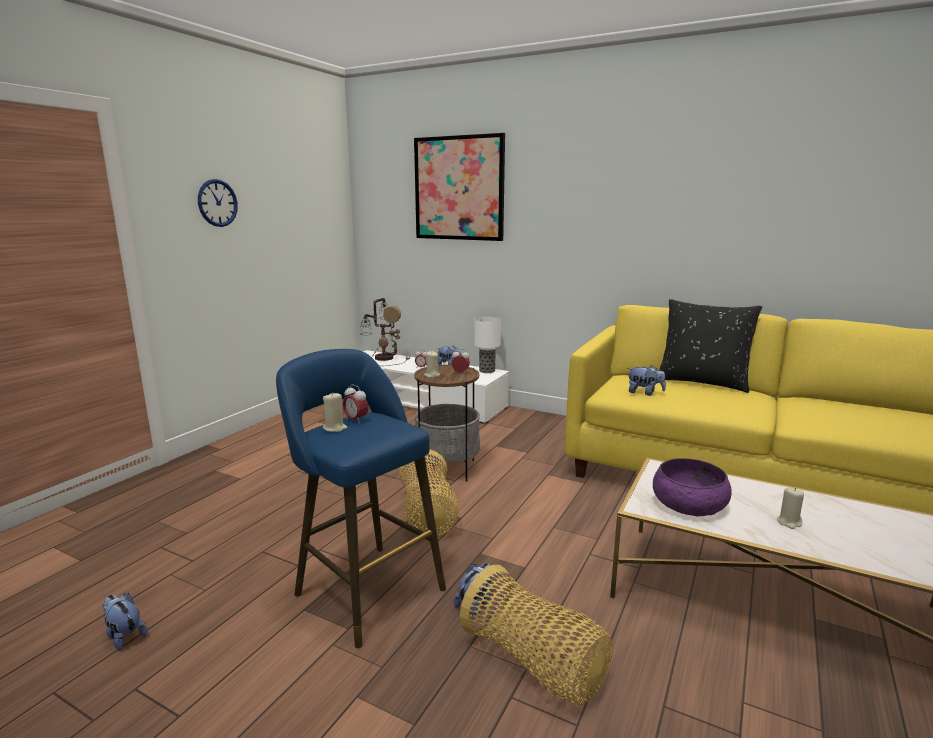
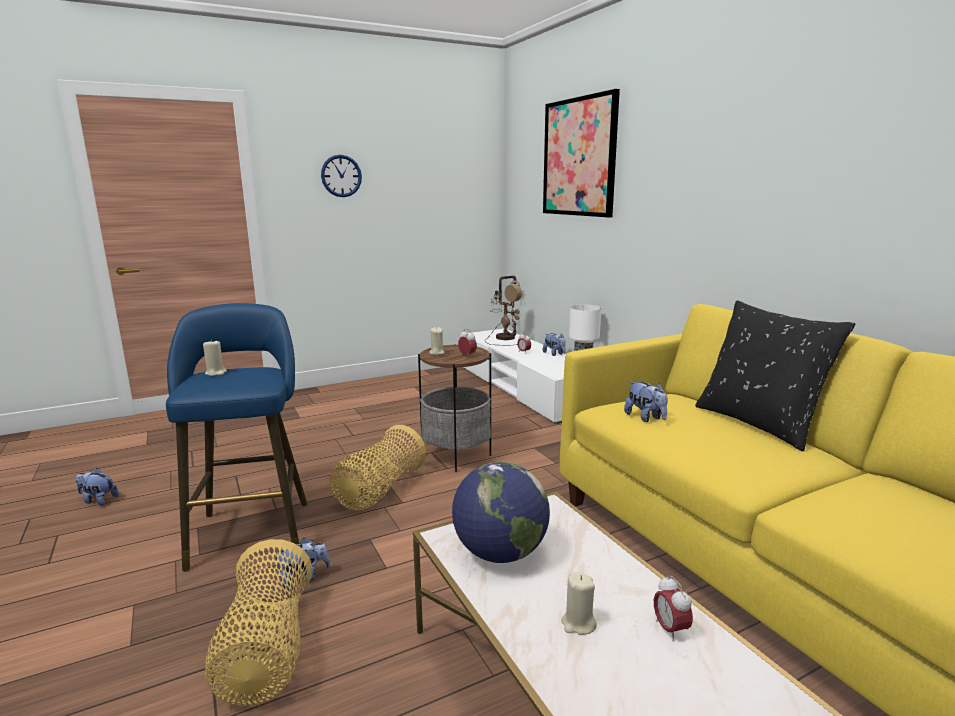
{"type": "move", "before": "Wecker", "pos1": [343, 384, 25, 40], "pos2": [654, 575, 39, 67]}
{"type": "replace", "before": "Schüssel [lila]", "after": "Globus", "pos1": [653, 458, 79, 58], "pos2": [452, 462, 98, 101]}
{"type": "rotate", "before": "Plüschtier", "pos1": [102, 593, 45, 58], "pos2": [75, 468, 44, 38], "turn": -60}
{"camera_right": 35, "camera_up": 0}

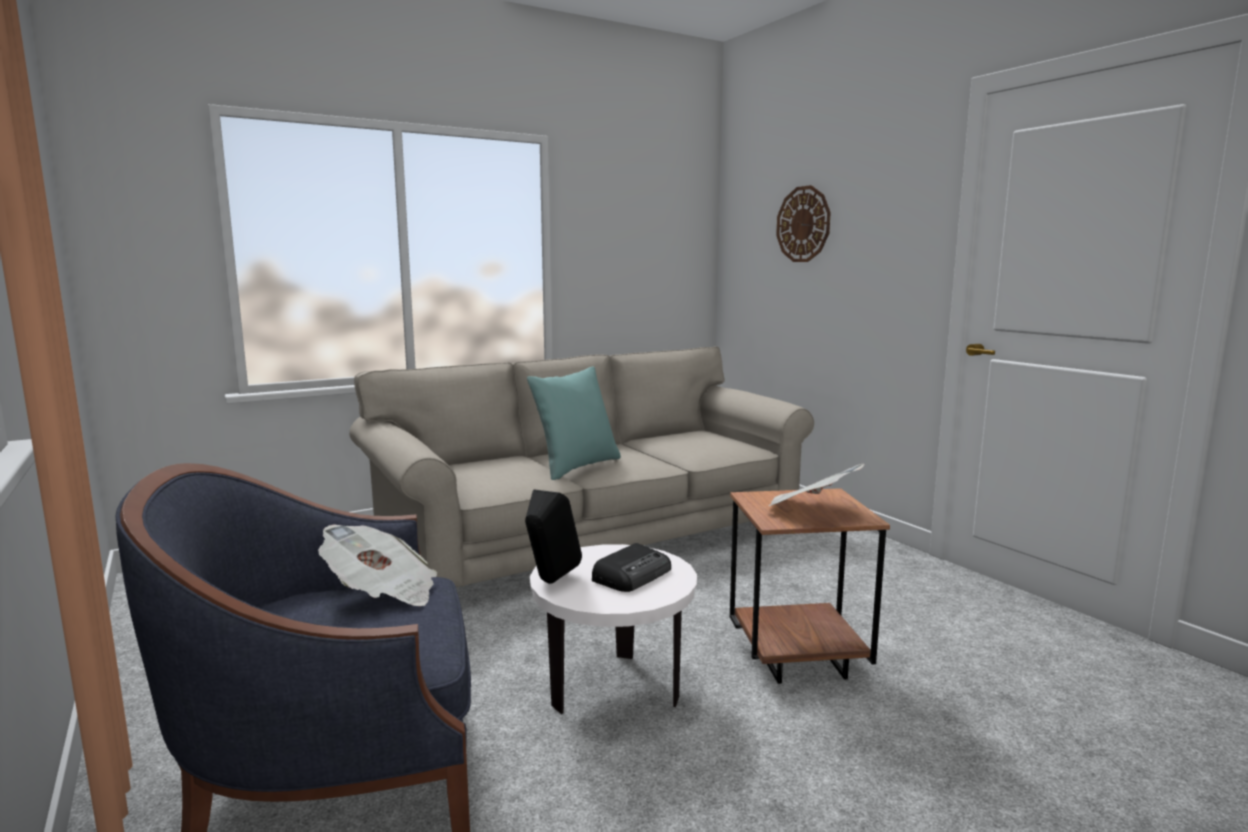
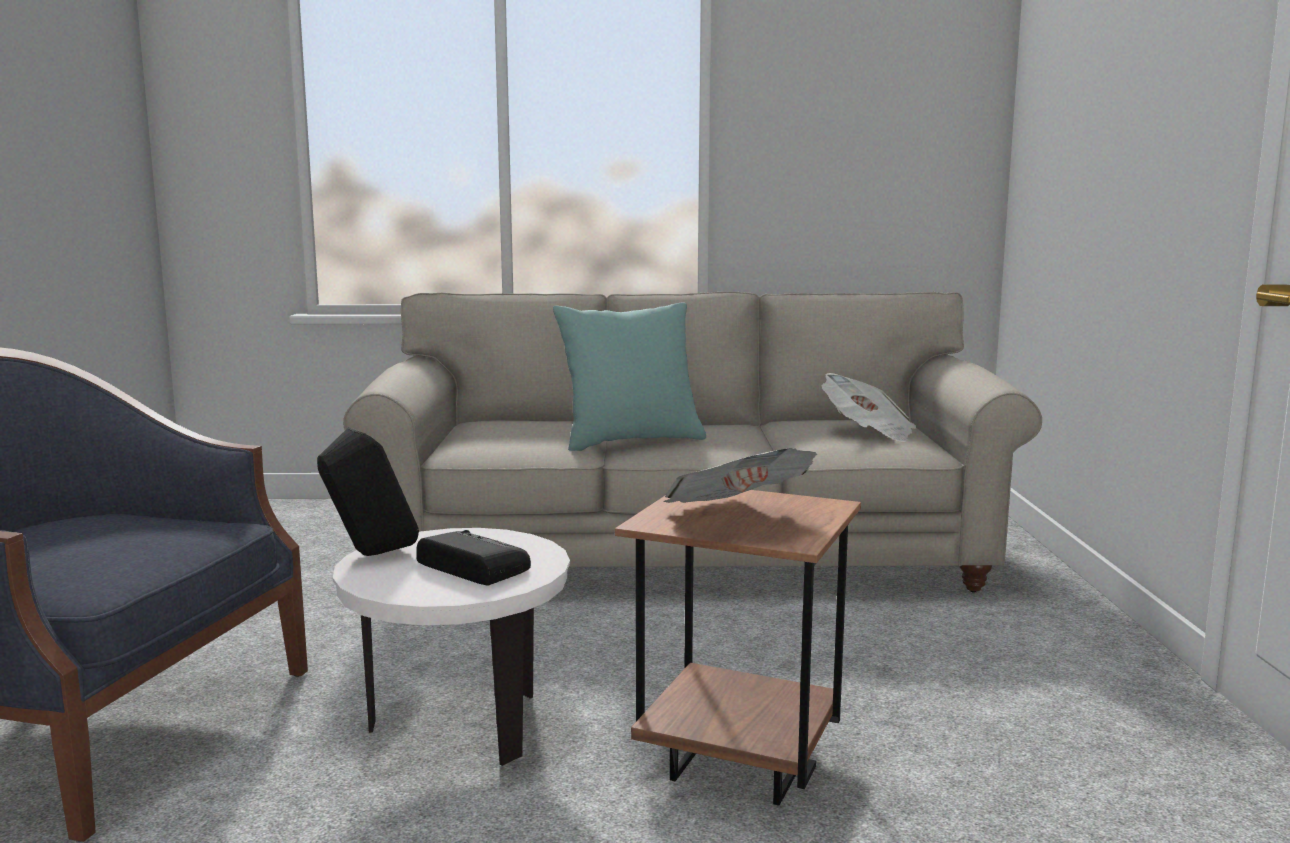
{"type": "delete", "before": "Wanduhr", "pos1": [776, 185, 55, 77]}
{"type": "move", "before": "Zeitung", "pos1": [318, 525, 119, 81], "pos2": [822, 373, 94, 69]}
{"type": "rotate", "before": "Radio", "pos1": [592, 543, 79, 49], "pos2": [416, 530, 115, 56], "turn": -120}
{"camera_right": 30, "camera_up": 0}

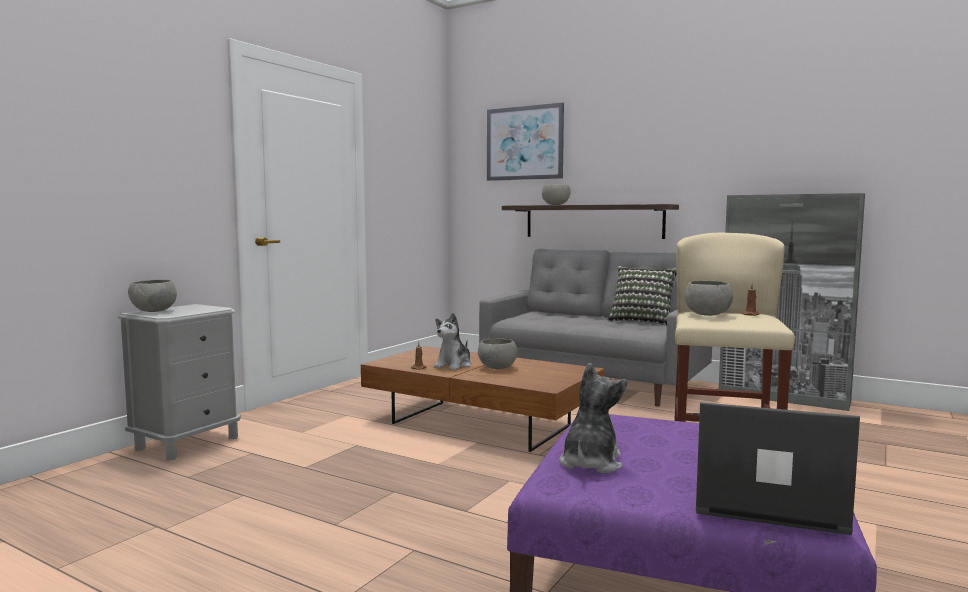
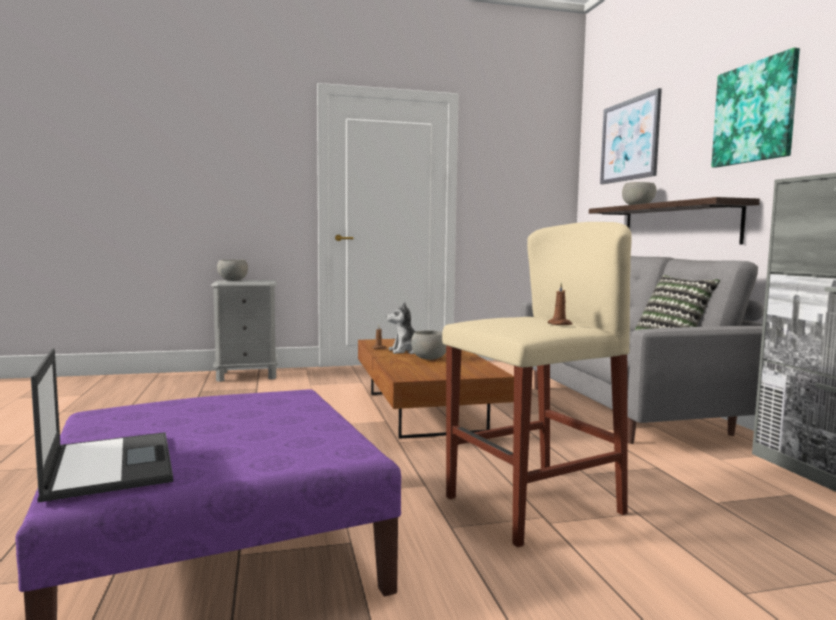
{"type": "delete", "before": "Plüschtier", "pos1": [559, 363, 68, 111]}
{"type": "delete", "before": "Schüssel [grau]", "pos1": [684, 281, 49, 35]}
{"type": "insert", "after": "Bild", "pos2": [711, 47, 89, 121]}
{"camera_right": 45, "camera_up": 0}

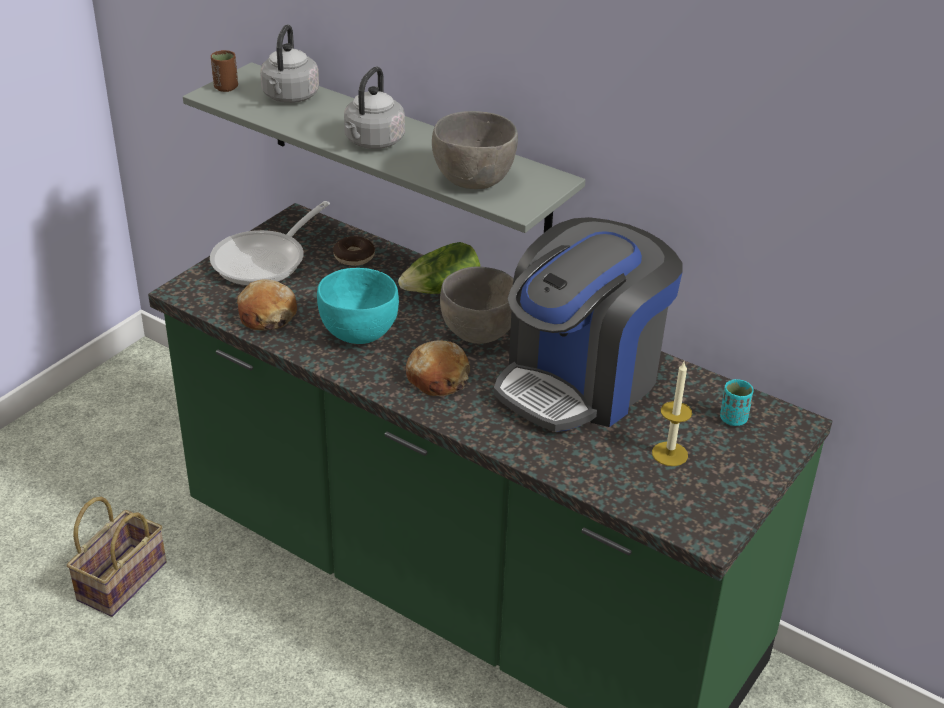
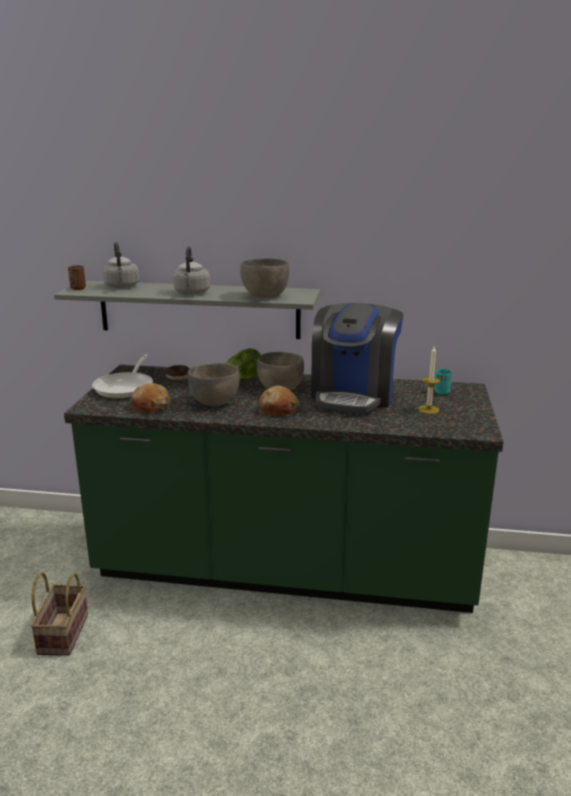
{"type": "recolor", "before": "Schüssel [türkis]", "after": "Schüssel [grau]", "pos1": [317, 268, 82, 76], "pos2": [187, 363, 53, 43]}
{"camera_right": -25, "camera_up": -15}

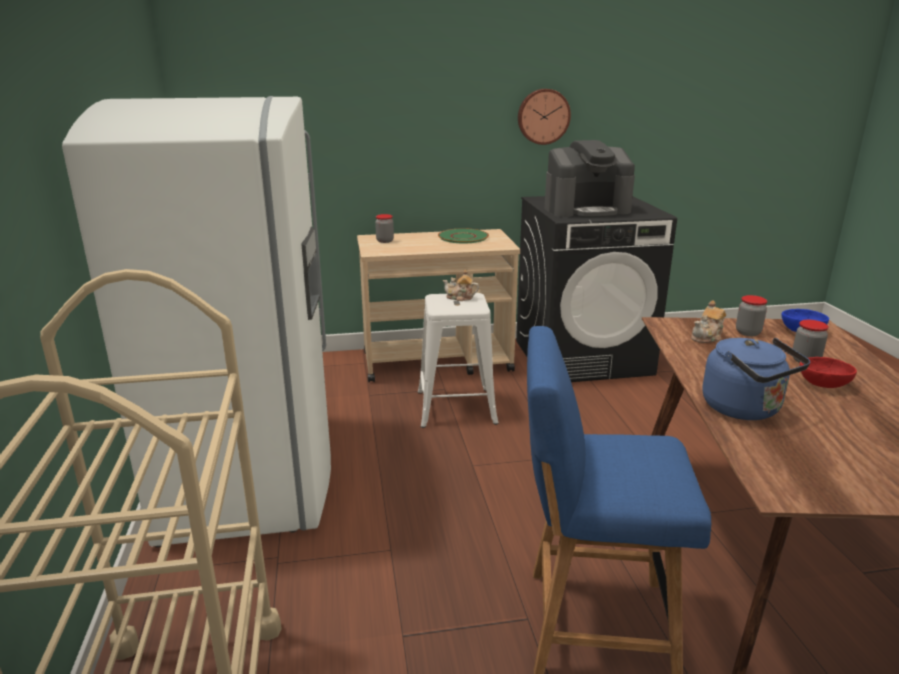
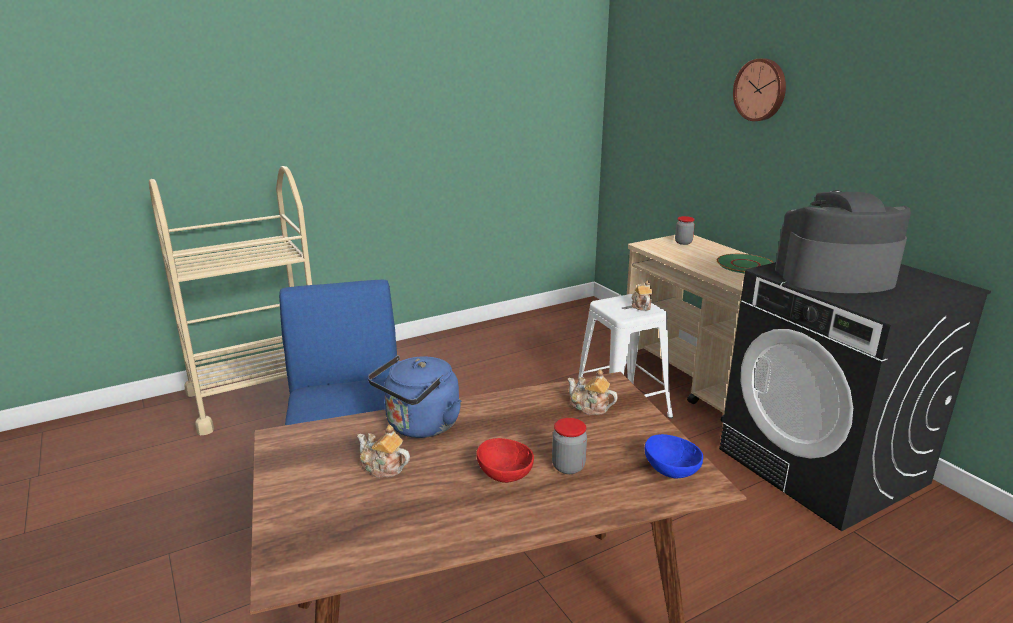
{"type": "delete", "before": "Kühlschrank [weiß]", "pos1": [62, 96, 269, 451]}
{"type": "delete", "before": "Vorratsglas", "pos1": [736, 295, 31, 41]}
{"type": "insert", "after": "Teekanne", "pos2": [357, 424, 53, 54]}
{"type": "move", "before": "Wanduhr", "pos1": [518, 89, 53, 56], "pos2": [733, 58, 53, 63]}
{"type": "rotate", "before": "Kaffeemaschine", "pos1": [544, 140, 91, 78], "pos2": [775, 191, 136, 102], "turn": 120}
{"camera_right": 70, "camera_up": 0}

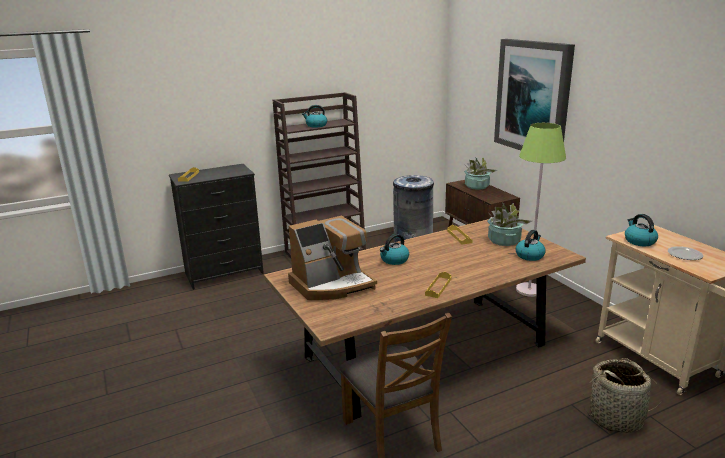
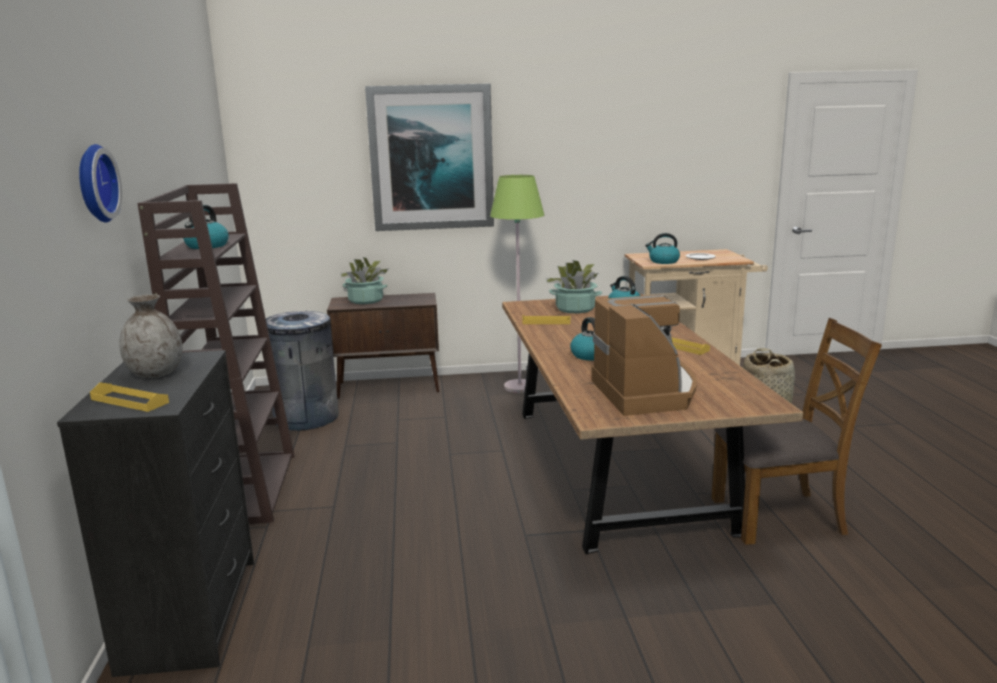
{"type": "insert", "after": "Wanduhr", "pos2": [79, 144, 43, 79]}
{"type": "insert", "after": "Vase [grau]", "pos2": [119, 294, 63, 84]}
{"camera_right": -70, "camera_up": -5}

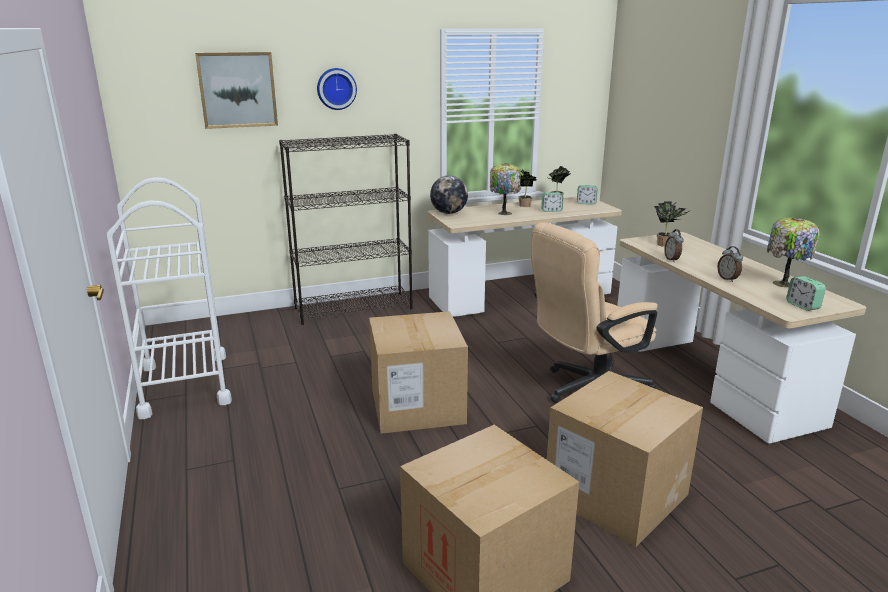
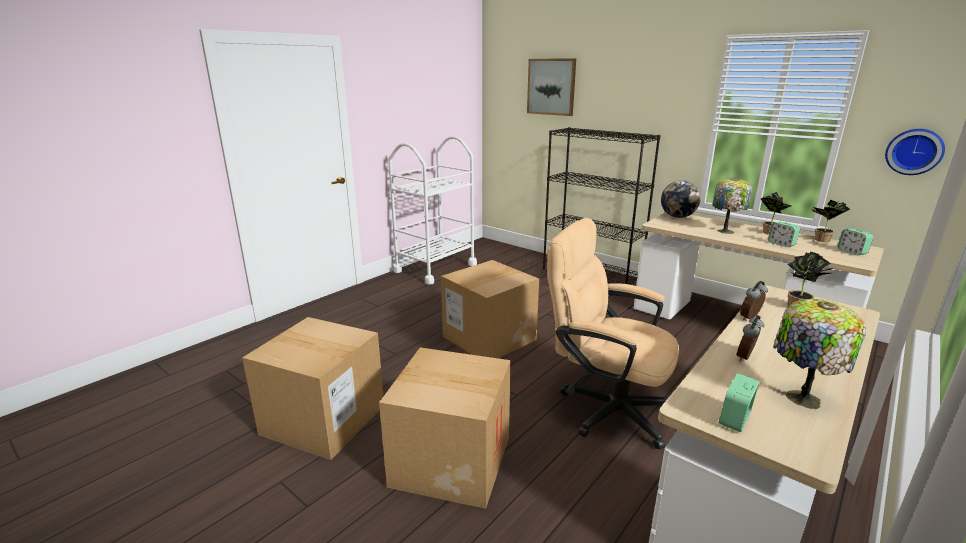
{"type": "move", "before": "Wanduhr", "pos1": [317, 68, 40, 42], "pos2": [885, 129, 60, 46]}
{"camera_right": 60, "camera_up": 0}

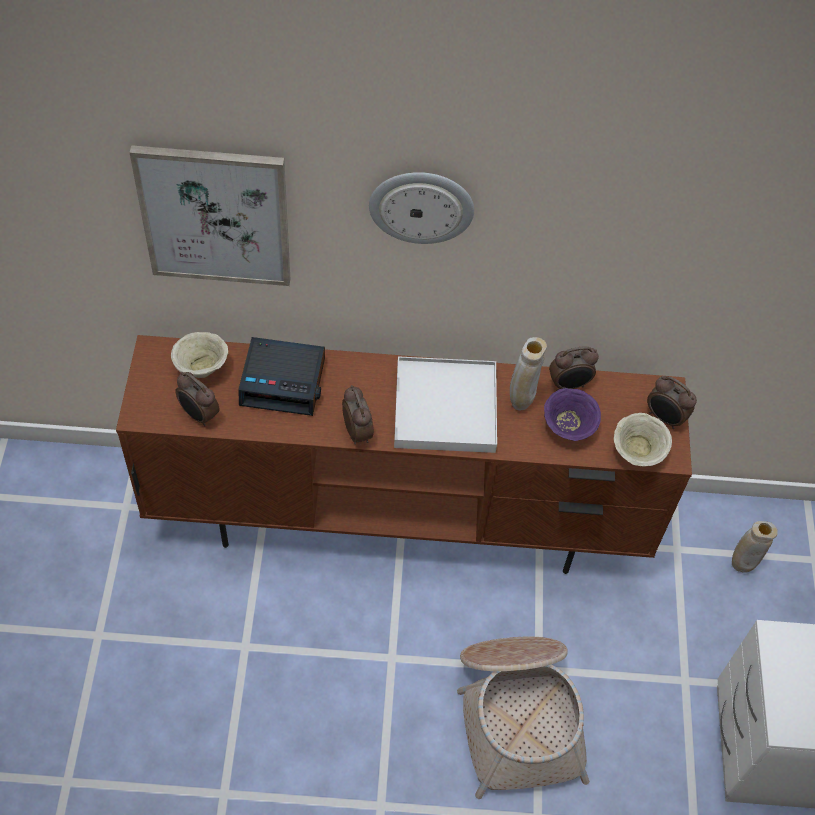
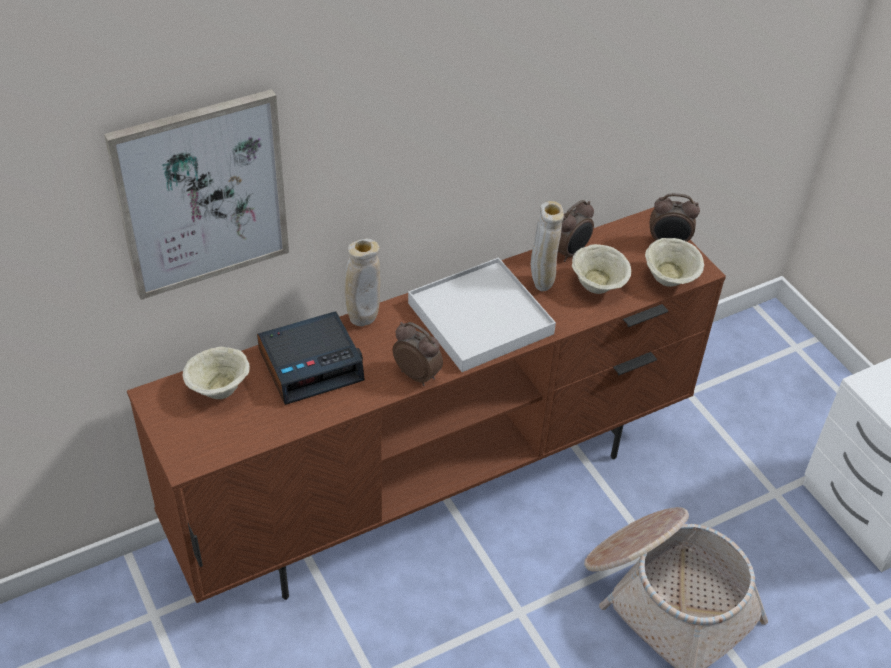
{"type": "delete", "before": "Wecker", "pos1": [175, 372, 45, 55]}
{"type": "delete", "before": "Wanduhr", "pos1": [369, 172, 105, 72]}
{"type": "move", "before": "Vase [beige]", "pos1": [732, 521, 46, 52], "pos2": [345, 239, 35, 87]}
{"type": "recolor", "before": "Schüssel [lila]", "after": "Schüssel [beige]", "pos1": [544, 388, 57, 53], "pos2": [572, 244, 59, 50]}
{"camera_right": -30, "camera_up": -10}

